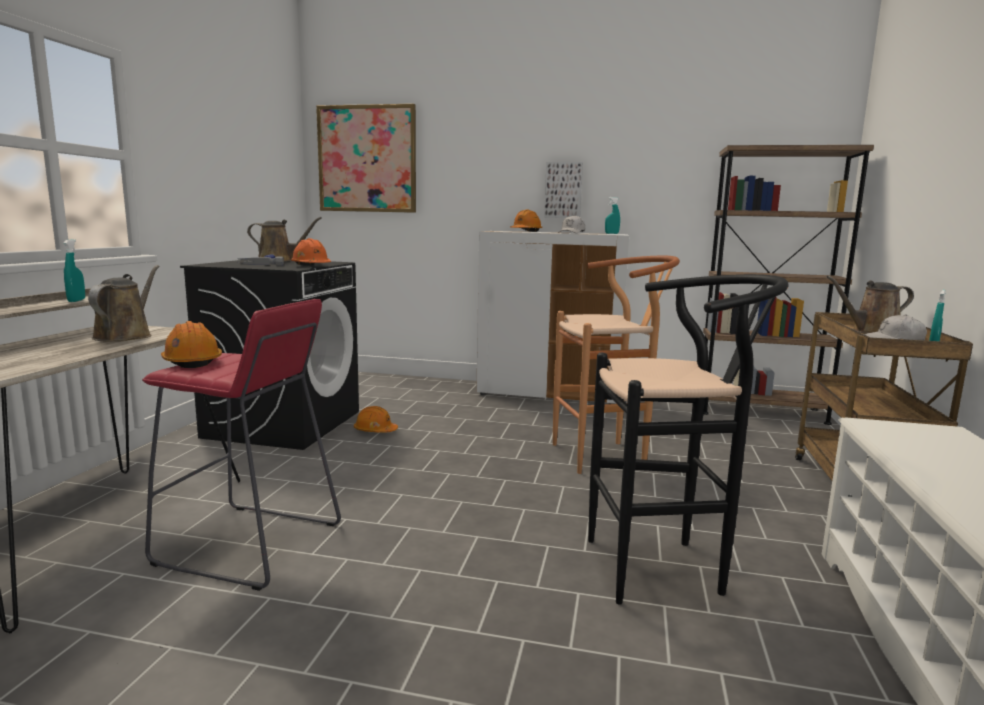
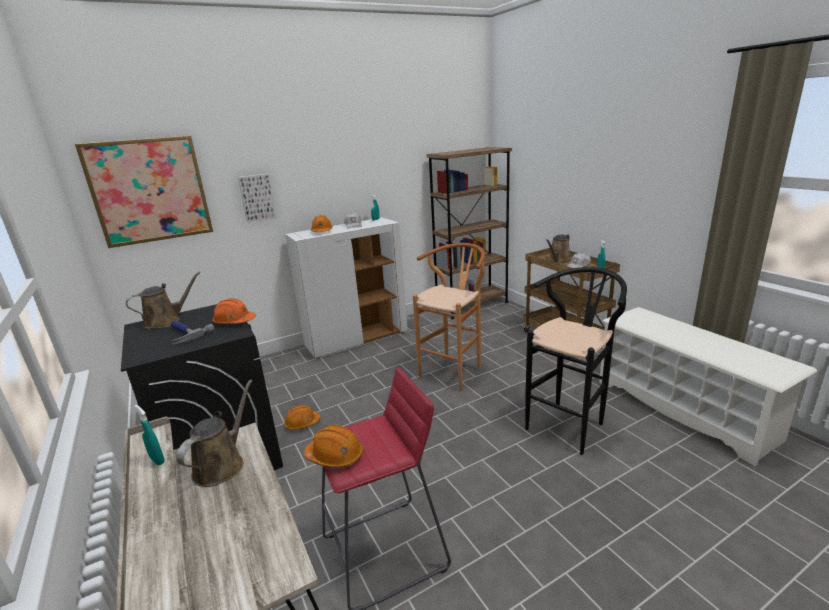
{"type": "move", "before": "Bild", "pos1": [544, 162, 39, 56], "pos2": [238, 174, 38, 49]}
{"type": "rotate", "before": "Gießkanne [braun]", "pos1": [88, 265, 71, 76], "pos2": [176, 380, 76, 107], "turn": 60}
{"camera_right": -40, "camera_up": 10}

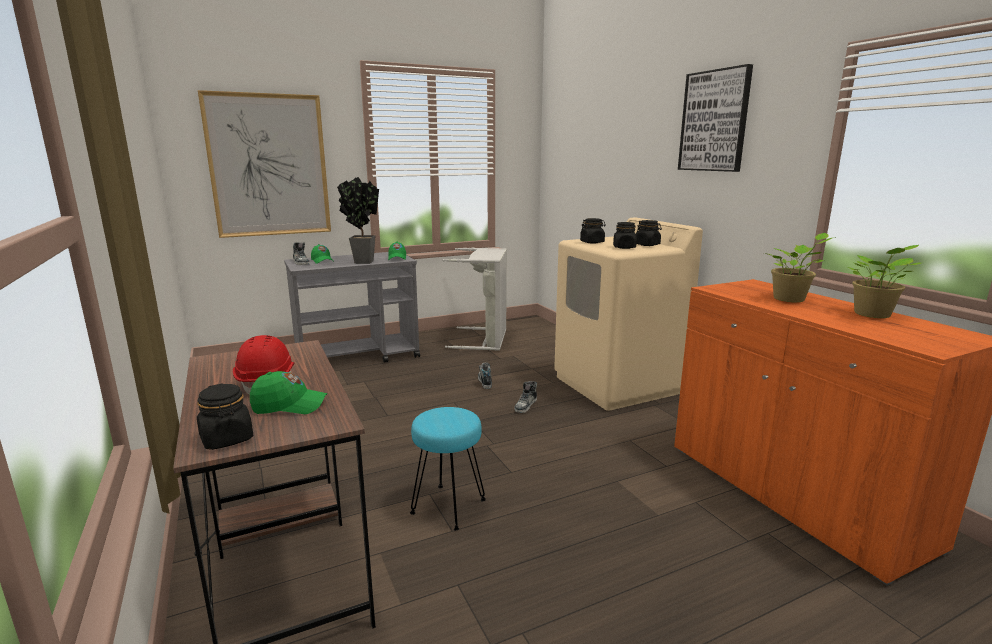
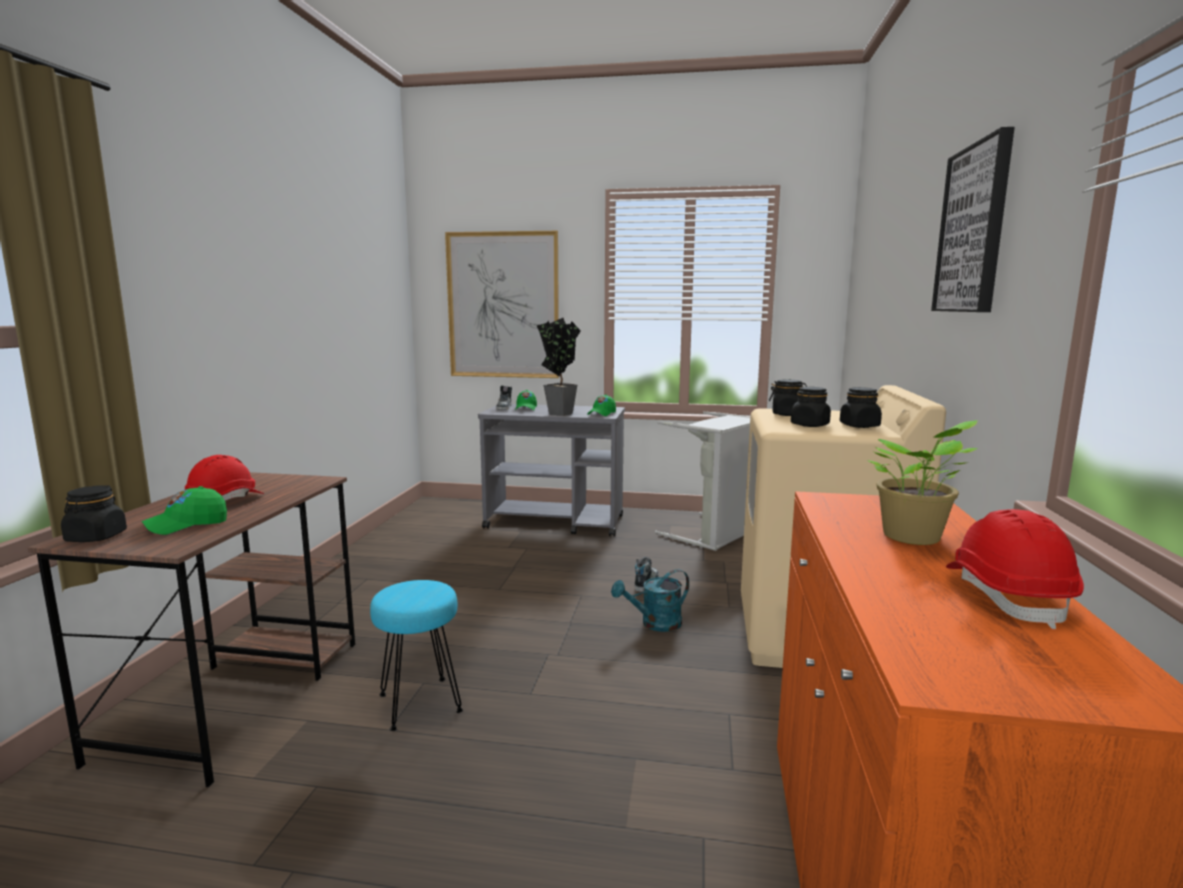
{"type": "replace", "before": "Schuh", "after": "Gießkanne [türkis]", "pos1": [514, 381, 23, 32], "pos2": [611, 569, 78, 63]}
{"type": "replace", "before": "Topfpflanze", "after": "Schutzhelm [rot]", "pos1": [847, 245, 74, 73], "pos2": [946, 509, 138, 120]}
{"type": "rotate", "before": "Kappe [grün]", "pos1": [250, 371, 77, 43], "pos2": [142, 486, 85, 49], "turn": 105}
{"camera_right": 35, "camera_up": -5}

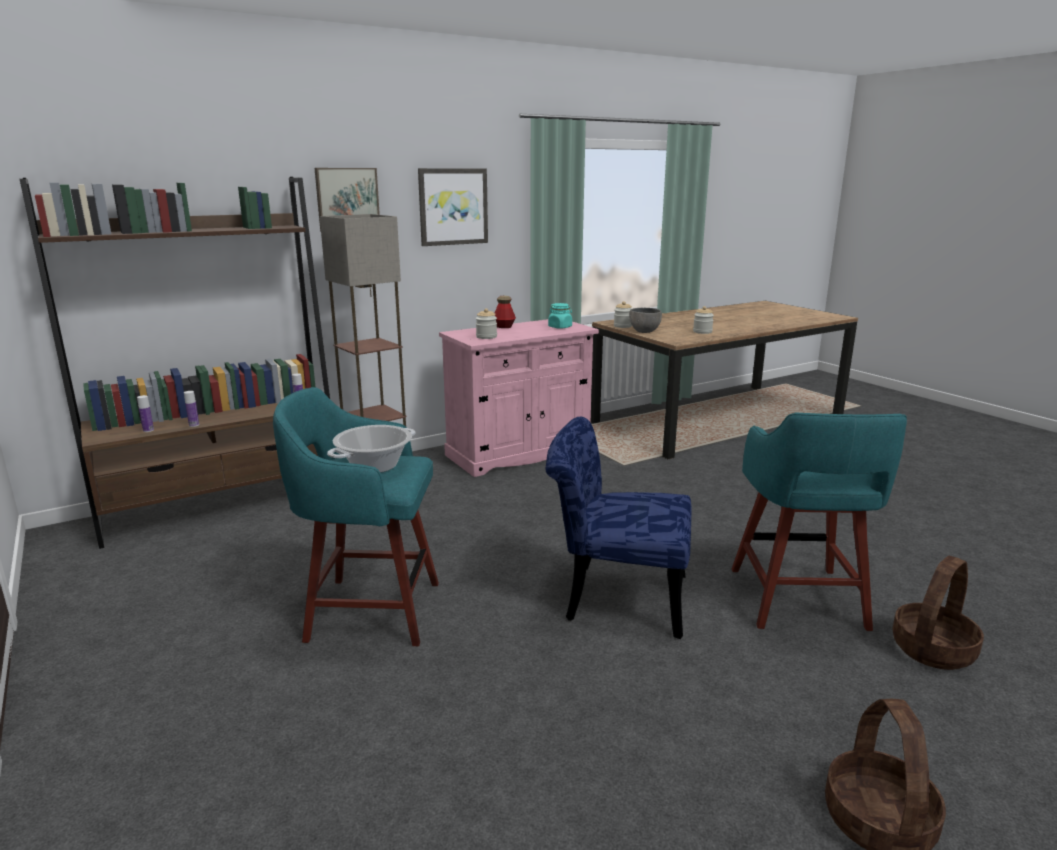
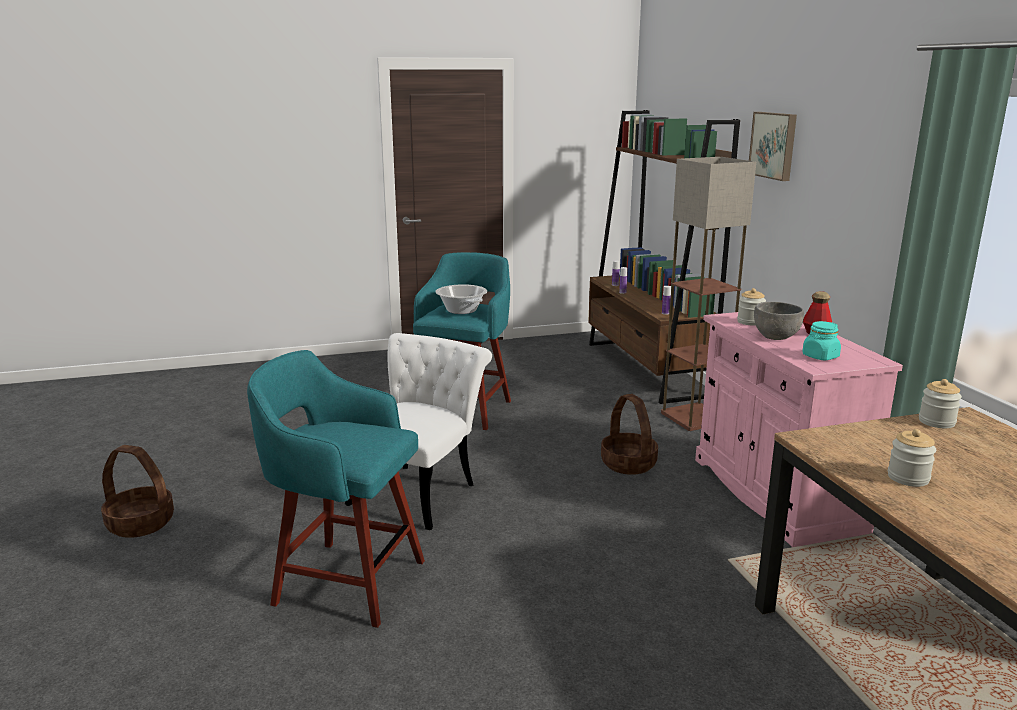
{"type": "delete", "before": "Bild", "pos1": [418, 168, 70, 78]}
{"type": "move", "before": "Schüssel [grau]", "pos1": [629, 308, 33, 25], "pos2": [754, 302, 50, 38]}
{"type": "move", "before": "Korb", "pos1": [892, 556, 92, 114], "pos2": [601, 394, 57, 81]}
{"type": "recolor", "before": "Stuhl [blau]", "after": "Stuhl [weiß]", "pos1": [545, 417, 146, 222], "pos2": [345, 333, 147, 197]}
{"camera_right": 105, "camera_up": 0}

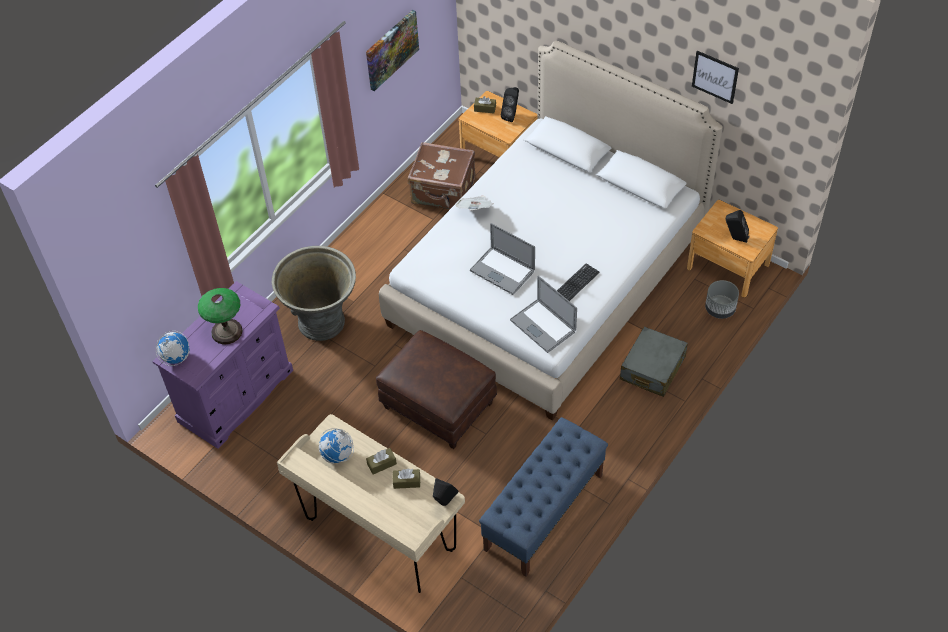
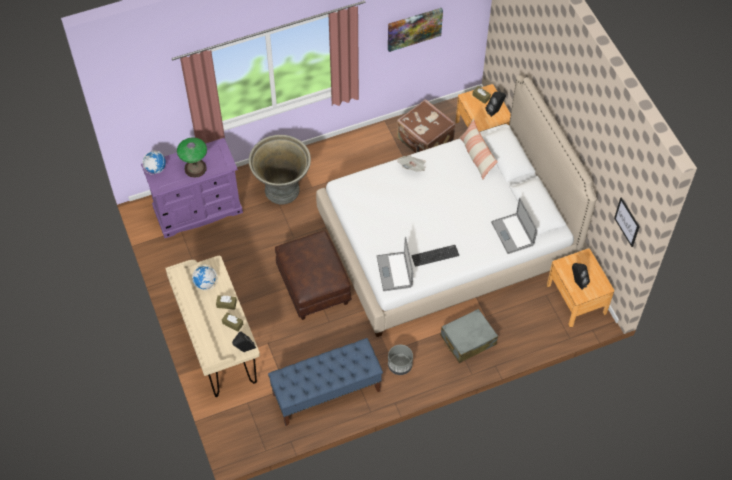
{"type": "insert", "after": "Kissen", "pos2": [459, 119, 39, 61]}
{"type": "move", "before": "Laptop", "pos1": [470, 223, 65, 72], "pos2": [491, 198, 46, 56]}
{"type": "move", "before": "Bild", "pos1": [692, 51, 47, 53], "pos2": [614, 197, 26, 50]}
{"type": "move", "before": "Pflanzkübel [grau]", "pos1": [705, 280, 34, 39], "pos2": [388, 345, 25, 30]}
{"camera_right": 30, "camera_up": 5}

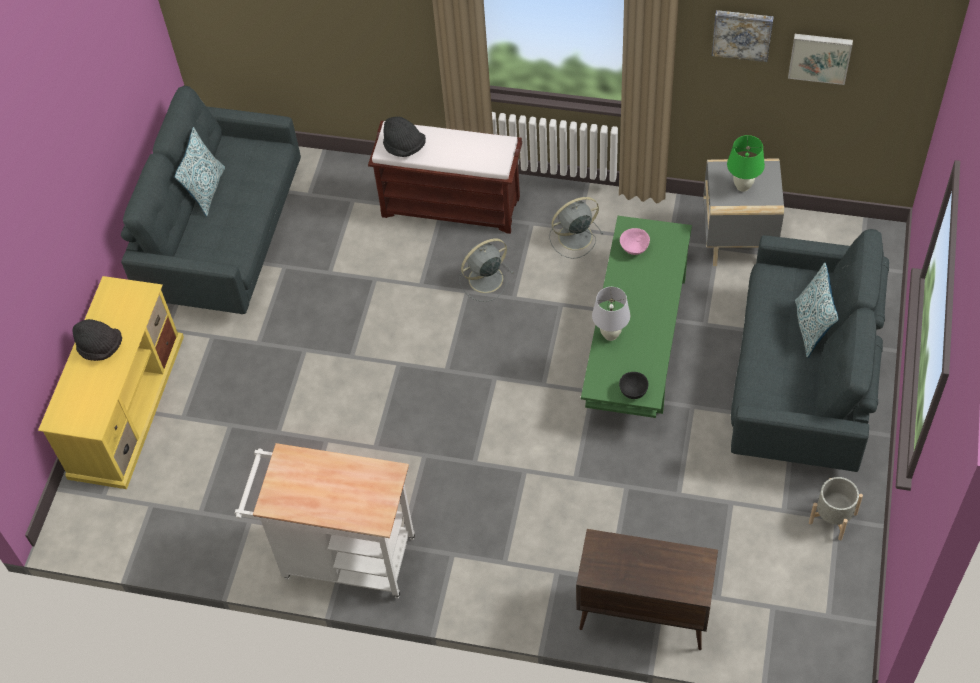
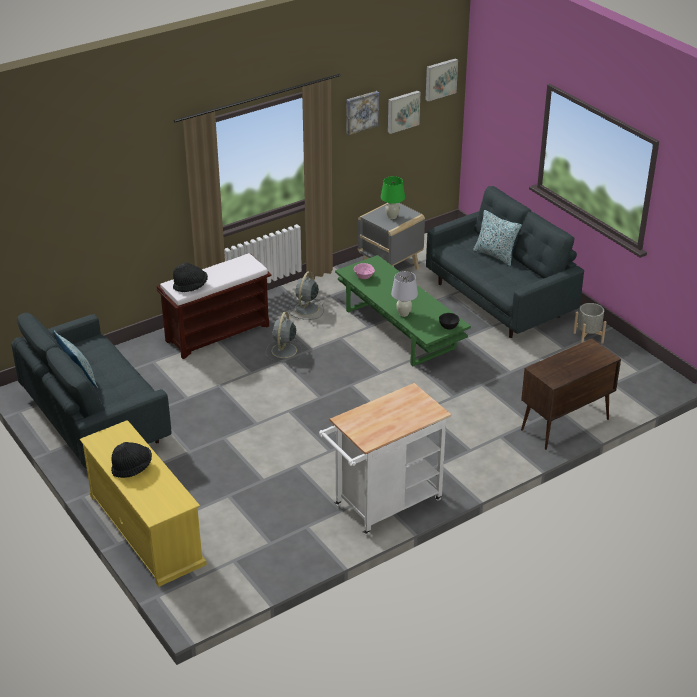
{"type": "insert", "after": "Bild", "pos2": [426, 58, 32, 43]}
{"camera_right": -50, "camera_up": -20}

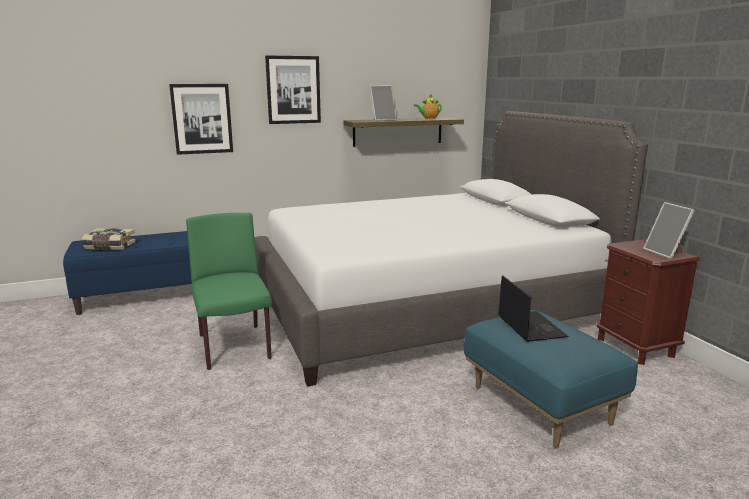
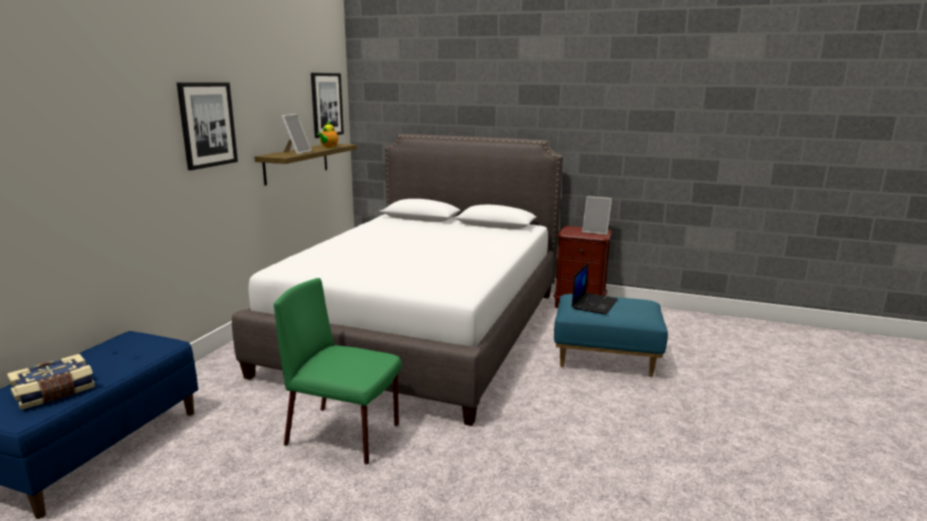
{"type": "move", "before": "Bild", "pos1": [169, 84, 64, 71], "pos2": [311, 73, 33, 65]}
{"type": "rotate", "before": "Laptop", "pos1": [498, 275, 71, 67], "pos2": [571, 262, 47, 53], "turn": 90}
{"camera_right": -50, "camera_up": 0}

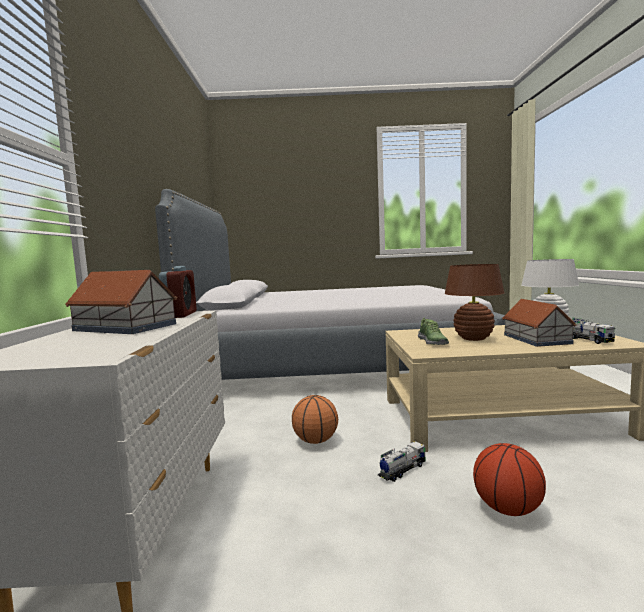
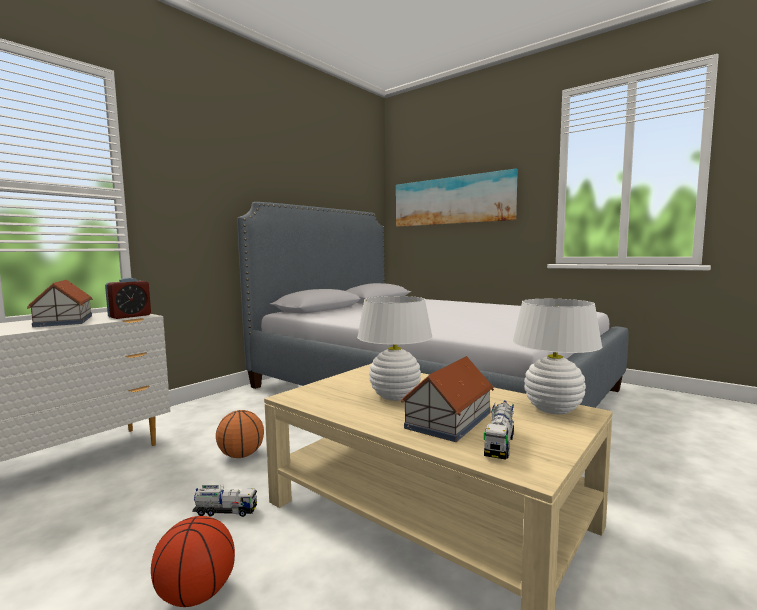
{"type": "delete", "before": "Schuh", "pos1": [418, 317, 31, 28]}
{"type": "insert", "after": "Bild", "pos2": [396, 169, 122, 58]}
{"type": "recolor", "before": "Tischlampe [braun]", "after": "Tischlampe [weiß]", "pos1": [445, 264, 59, 77], "pos2": [357, 296, 75, 105]}
{"camera_right": 40, "camera_up": 0}

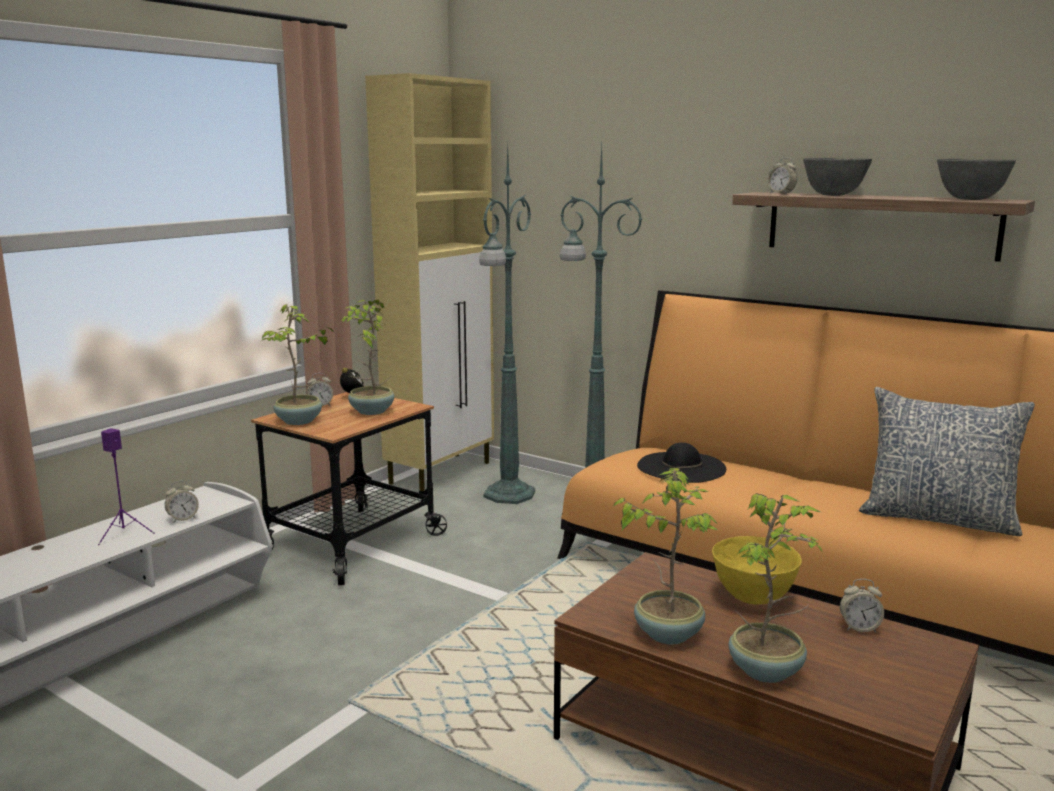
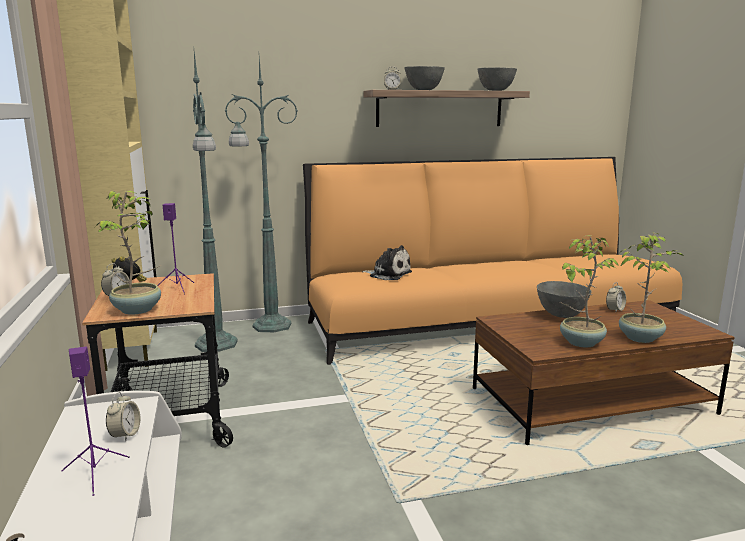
{"type": "delete", "before": "Kissen", "pos1": [859, 387, 176, 149]}
{"type": "replace", "before": "Topfpflanze", "after": "Lautsprecher [lila]", "pos1": [342, 300, 52, 115], "pos2": [157, 203, 37, 91]}
{"type": "replace", "before": "Hut [schwarz]", "after": "Plüschtier", "pos1": [637, 442, 89, 41], "pos2": [362, 245, 50, 35]}
{"type": "recolor", "before": "Schüssel [gelb]", "after": "Schüssel [grau]", "pos1": [712, 536, 90, 69], "pos2": [537, 281, 54, 37]}
{"camera_right": -50, "camera_up": 0}

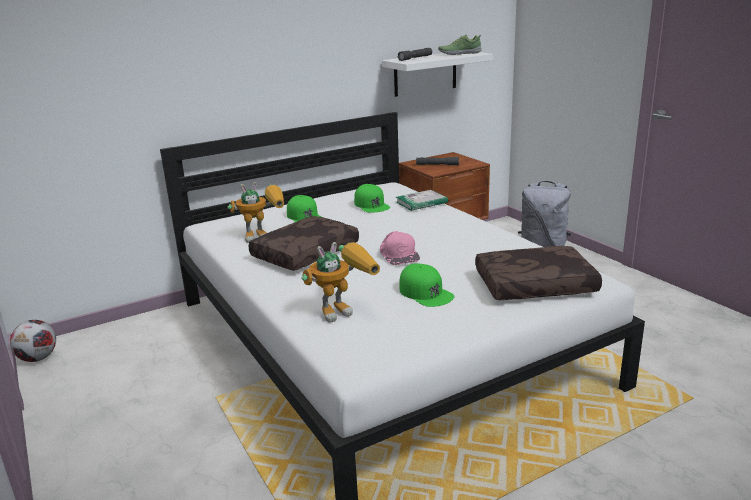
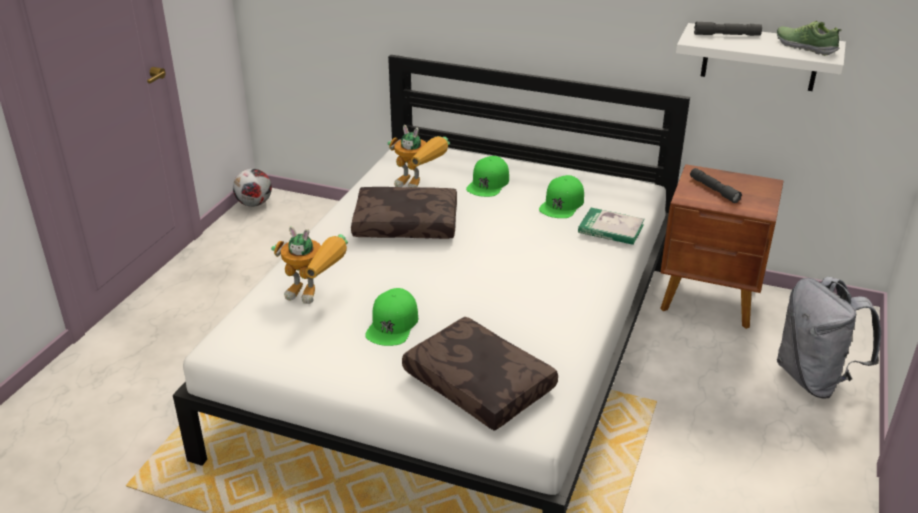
{"type": "delete", "before": "Kappe [rosa]", "pos1": [380, 231, 40, 34]}
{"camera_right": 50, "camera_up": 10}

